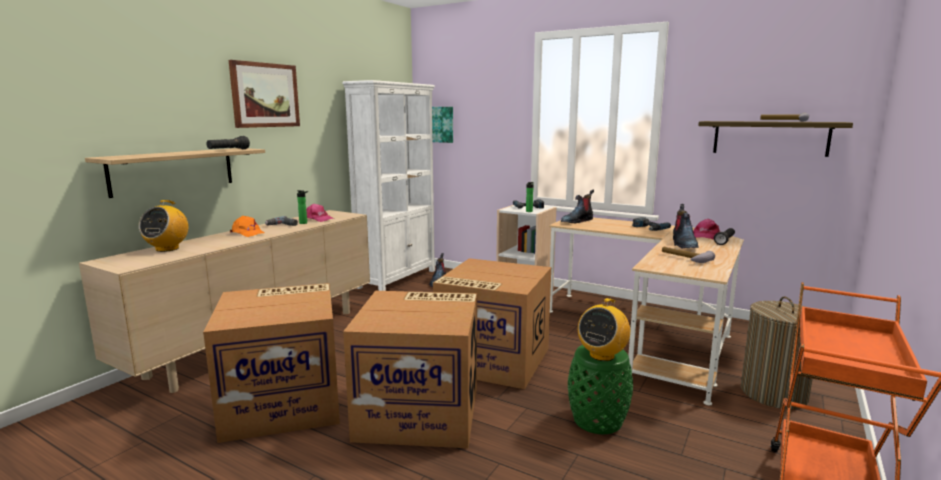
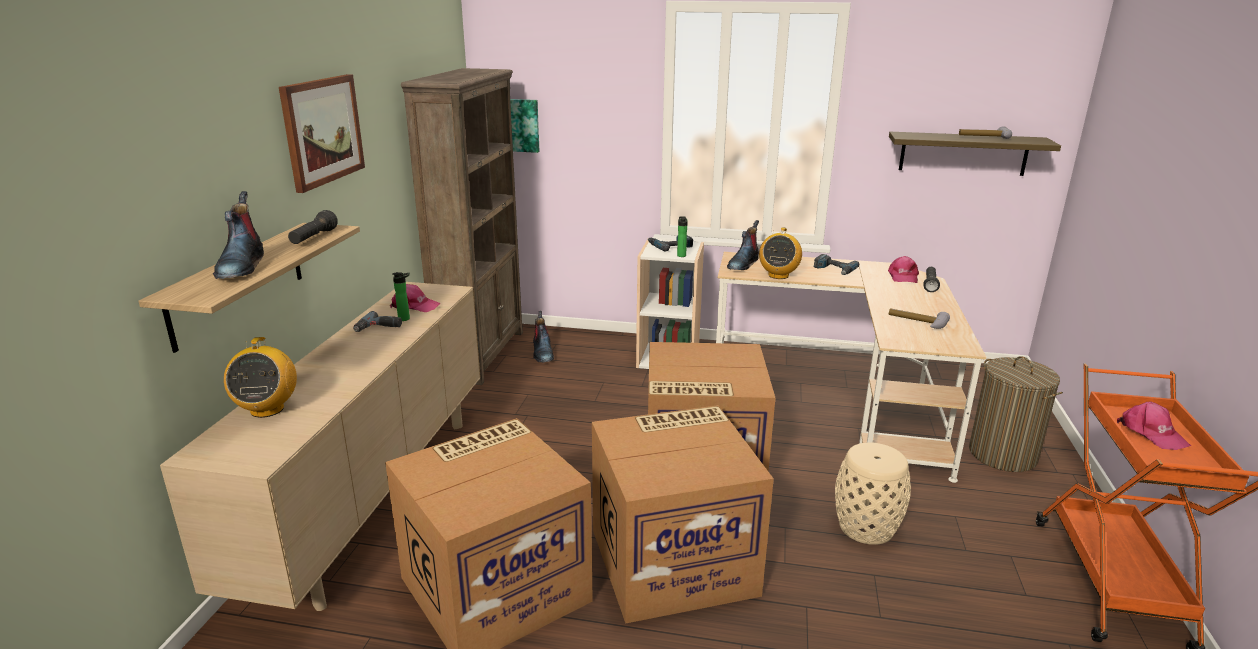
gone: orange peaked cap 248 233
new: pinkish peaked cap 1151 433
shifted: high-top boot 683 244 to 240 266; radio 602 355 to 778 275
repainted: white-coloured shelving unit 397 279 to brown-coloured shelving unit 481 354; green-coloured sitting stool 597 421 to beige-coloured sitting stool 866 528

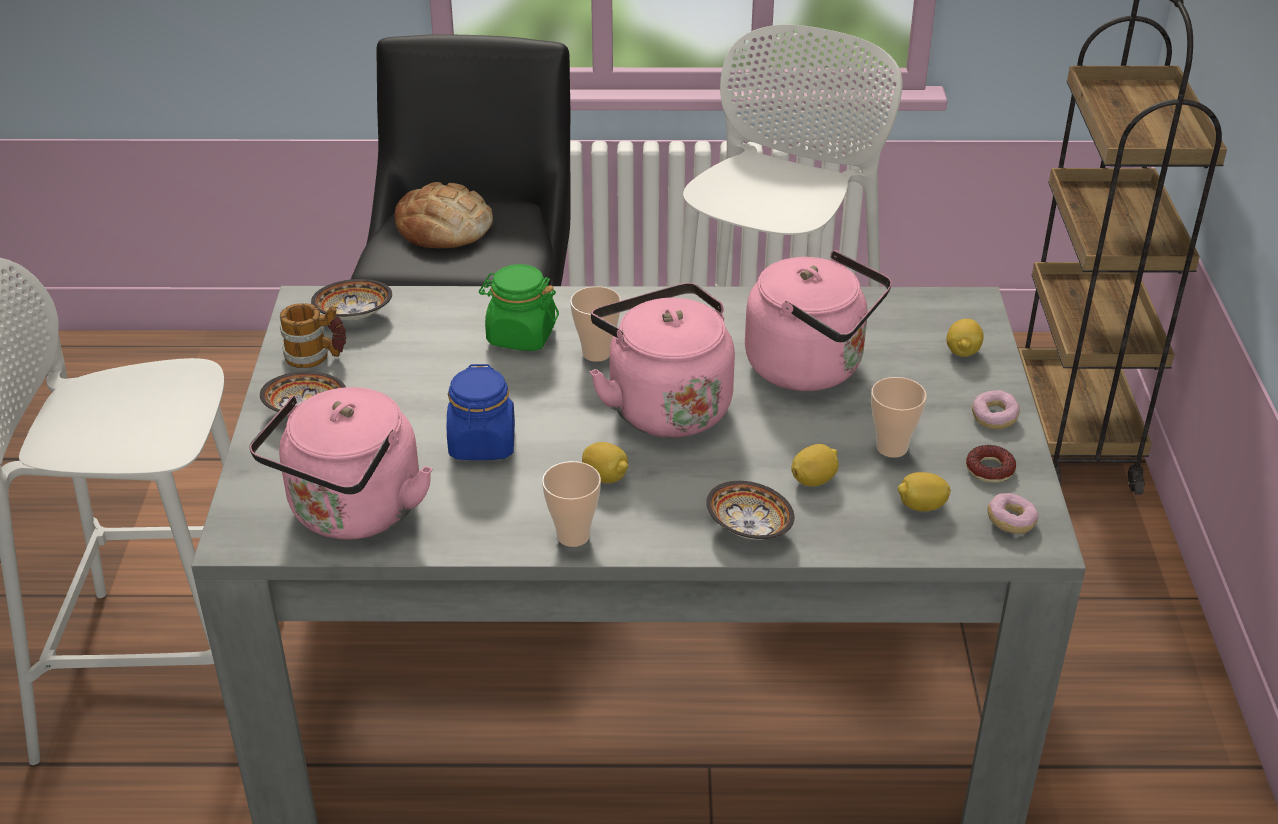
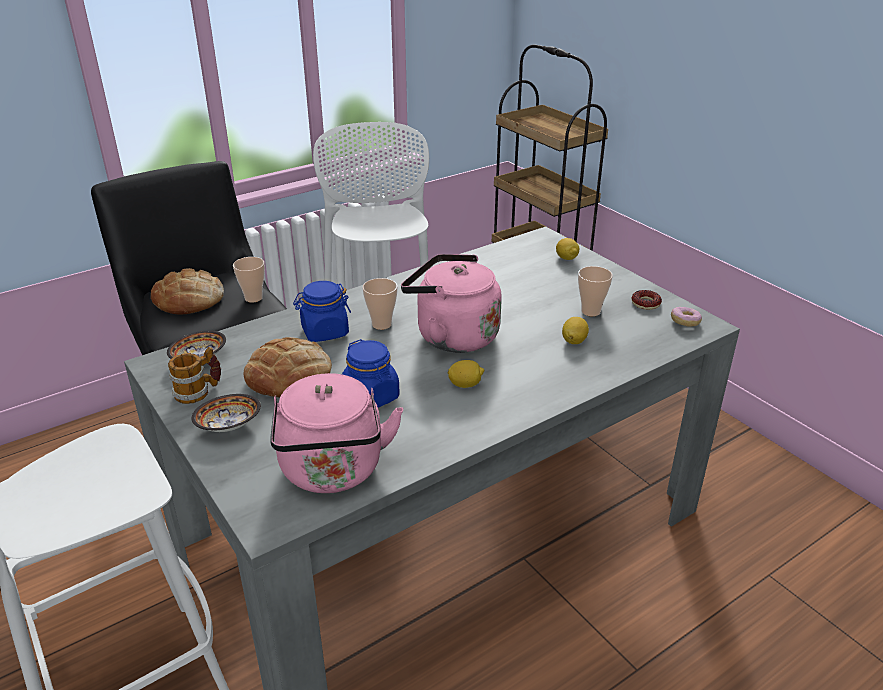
gone: deep dish 749 530; pinkish water kettle 811 367; whole lemon 921 506; doughnut 994 418
new: bakery bread 289 375
shifted: small cup 573 536 to 253 298
repainted: green-coloured preserve jar 520 335 to bluish preserve jar 324 332

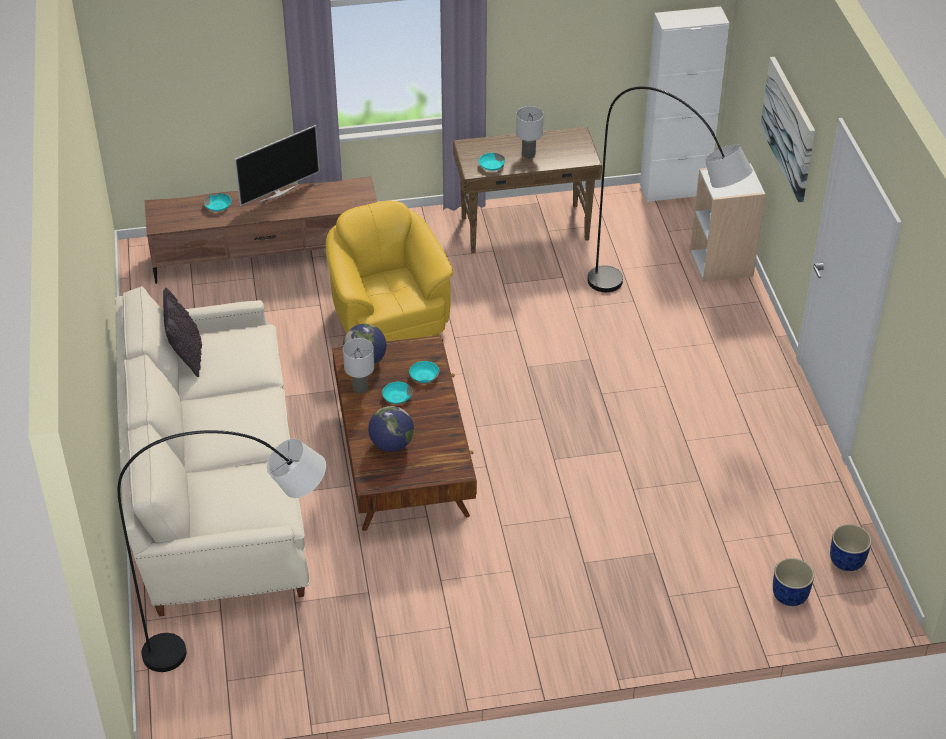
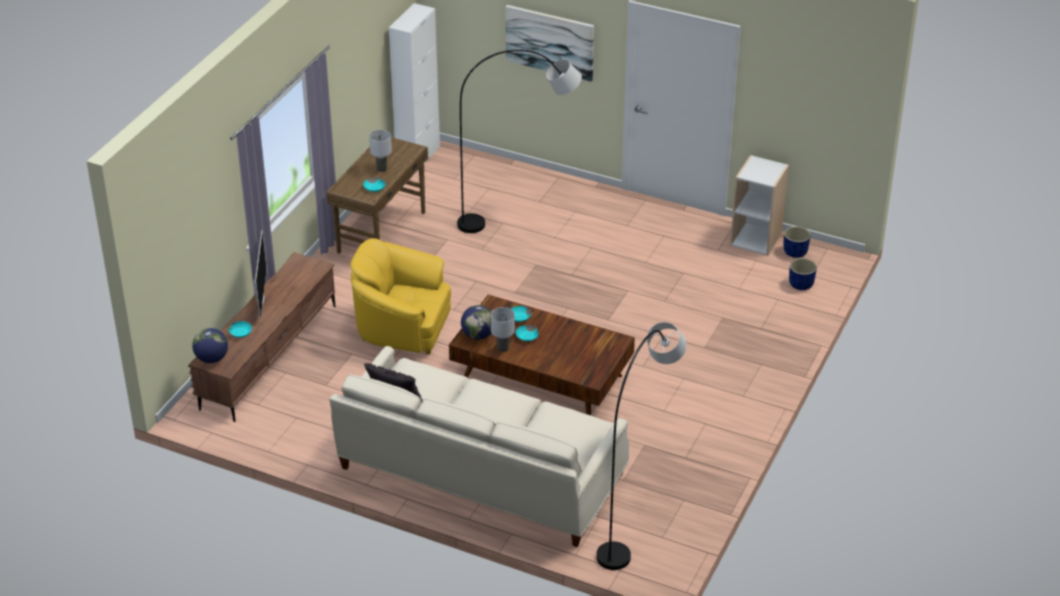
shifted: globe 391 445 to 212 359; shelving unit 721 263 to 756 239

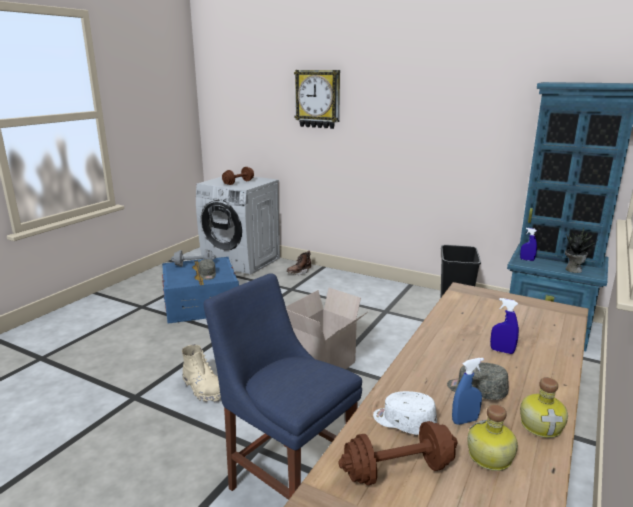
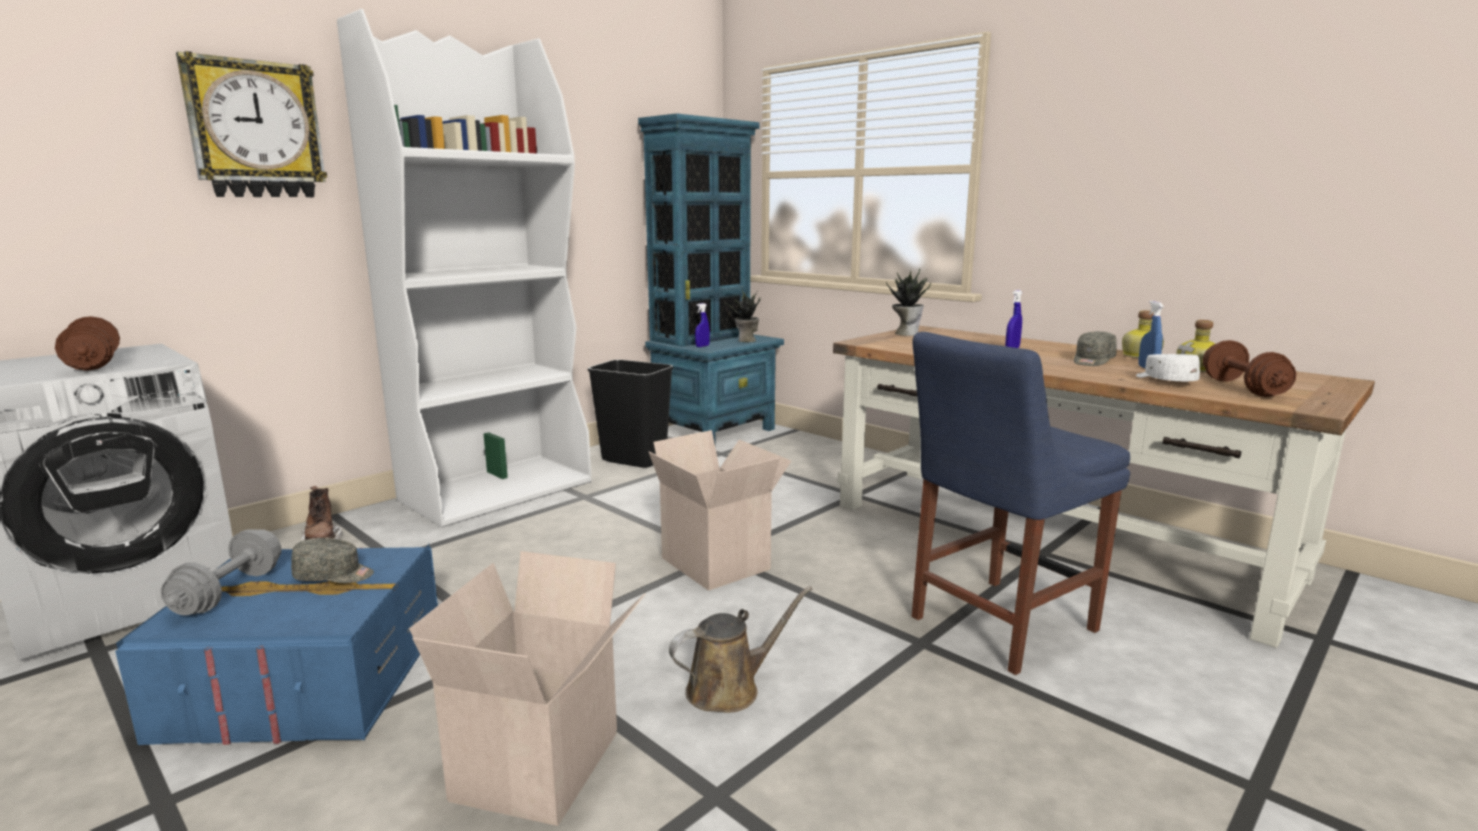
new: white-coloured shelving unit 498 490; carton 541 768; plant in a pot 906 333
swapped: beige-coloured high-top boot 204 389 to brown-coloured watering pot 729 689
rotated: white-coloured peaked cap 403 422 = 1164 381 120 degrees clockwise

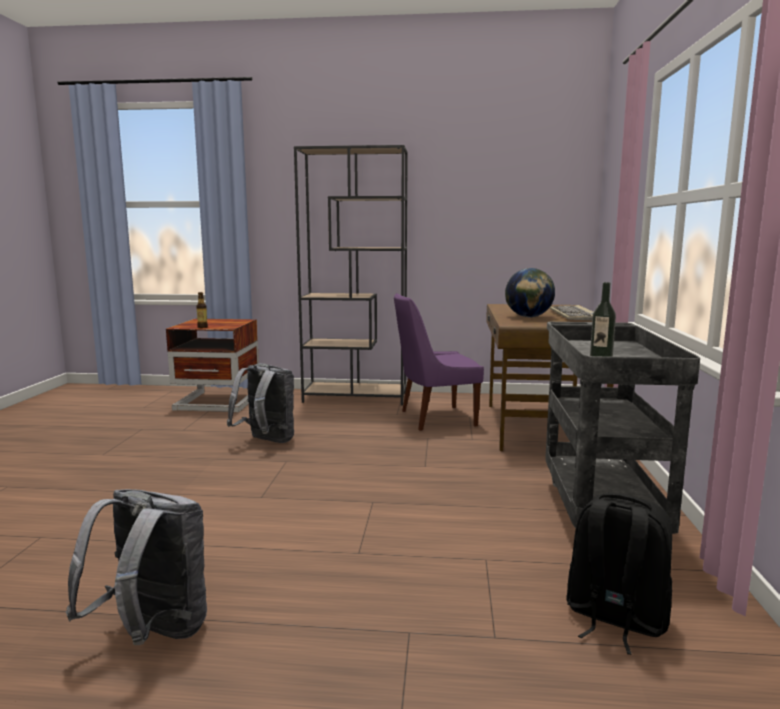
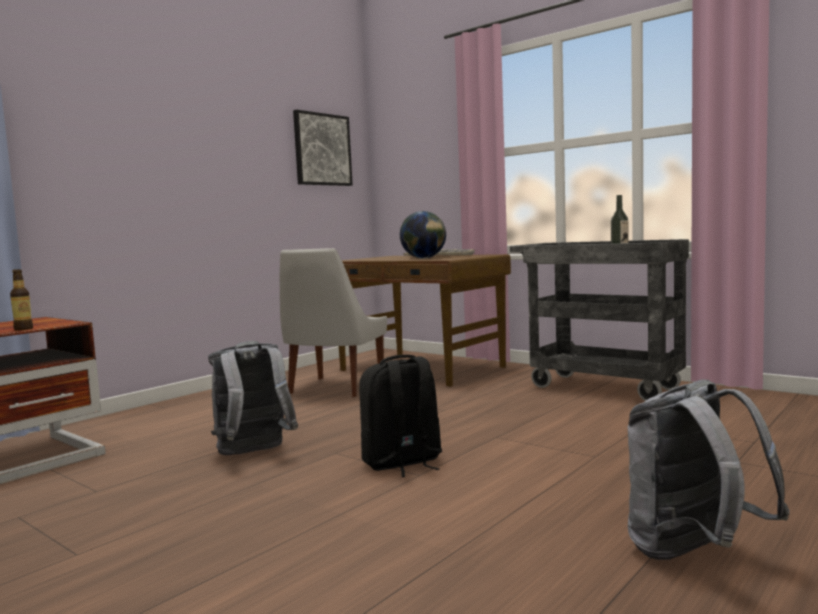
gone: shelving unit 356 397
new: wall art 322 149
shifted: black-coloured backpack 614 618 to 402 463
repainted: purple-coloured chair 434 418 to white-coloured chair 334 388

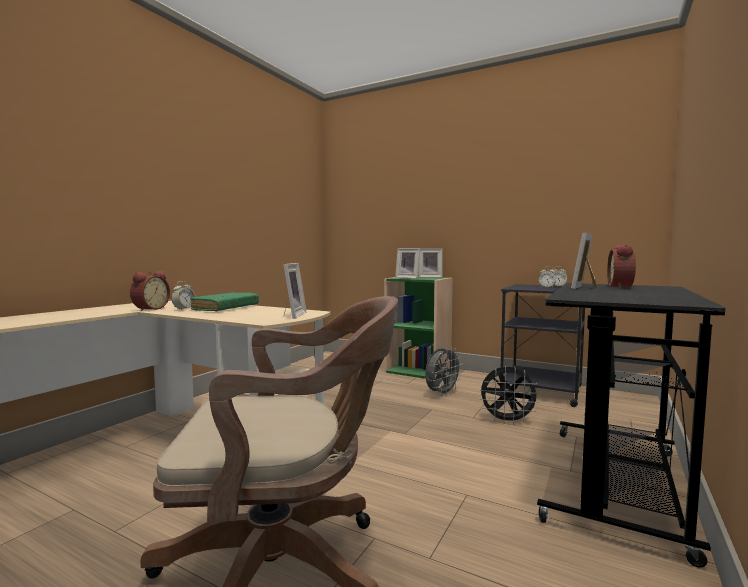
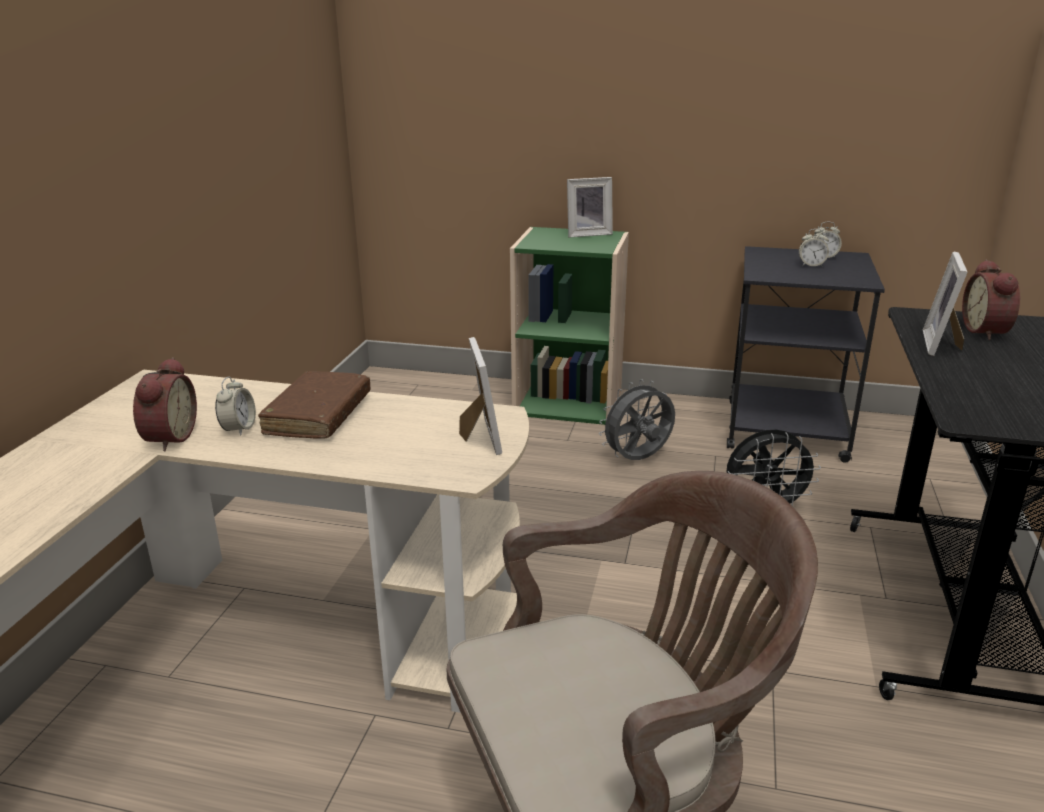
gone: picture frame 408 278
repainted: green-coloured book 226 308 to brown-coloured book 318 416
rotated: gray cooling fan 442 394 = 638 460 150 degrees counterclockwise

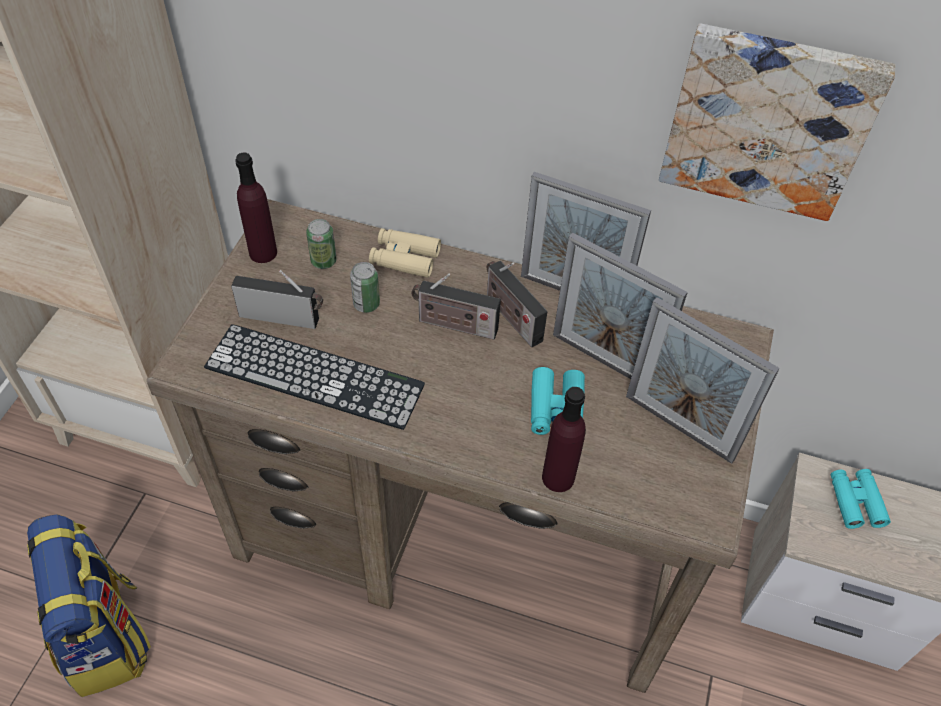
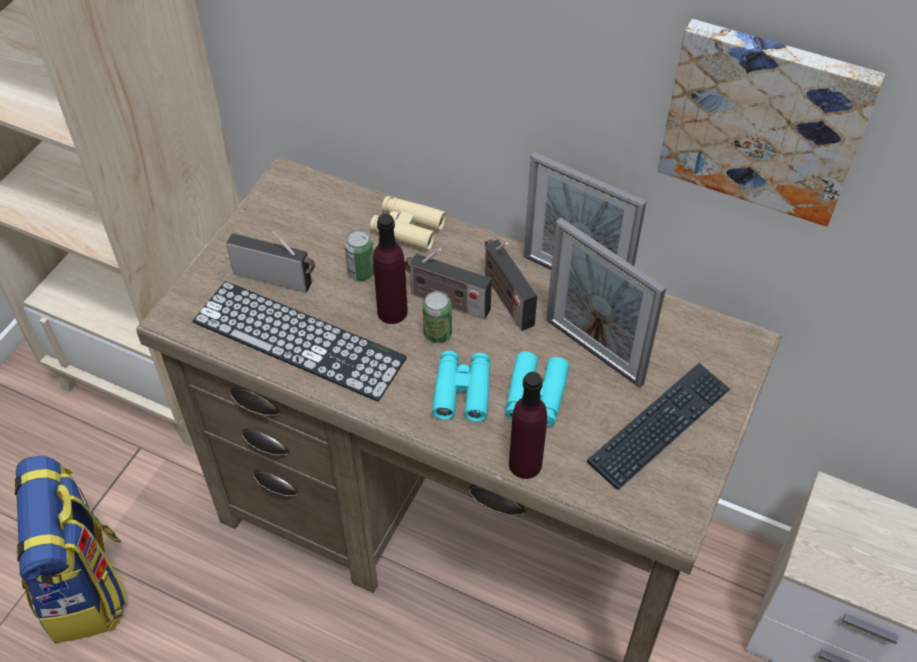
shifted: purple-coloured bottle 263 253 to 392 312; metal can 323 261 to 437 334; turquoise-coloured field glasses 855 502 to 462 391
swapped: picture frame 679 427 to PC keyboard 659 426

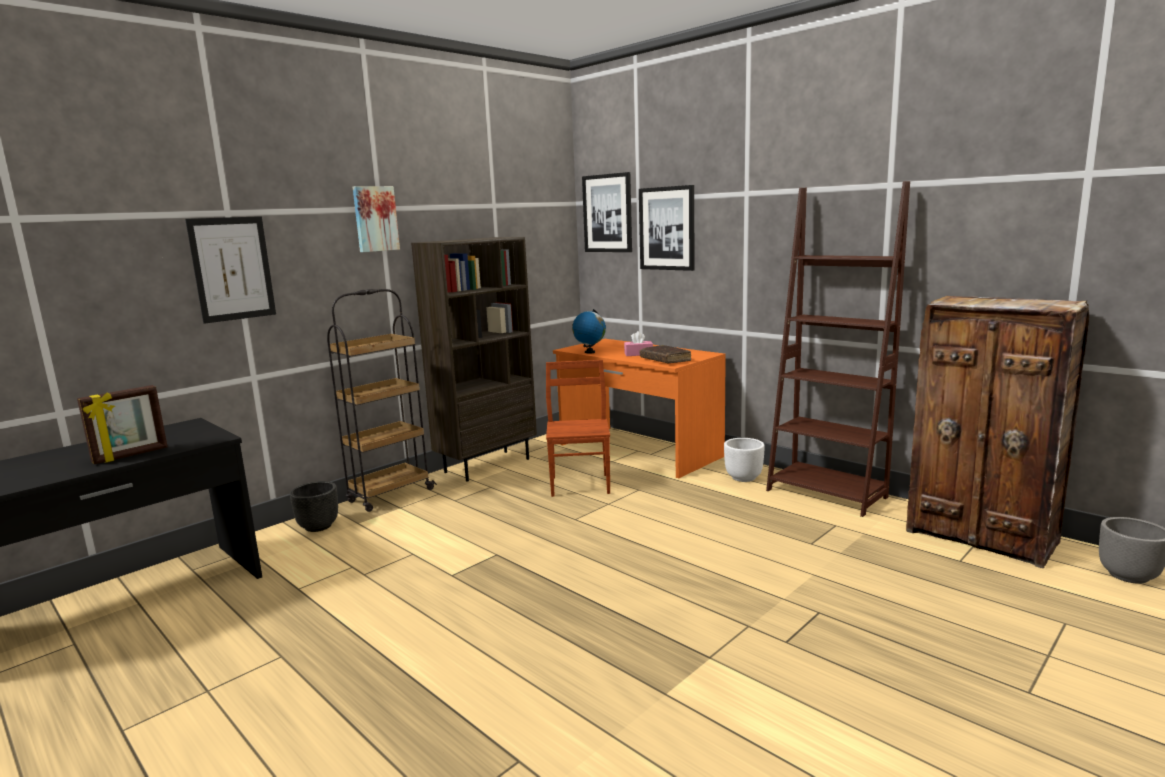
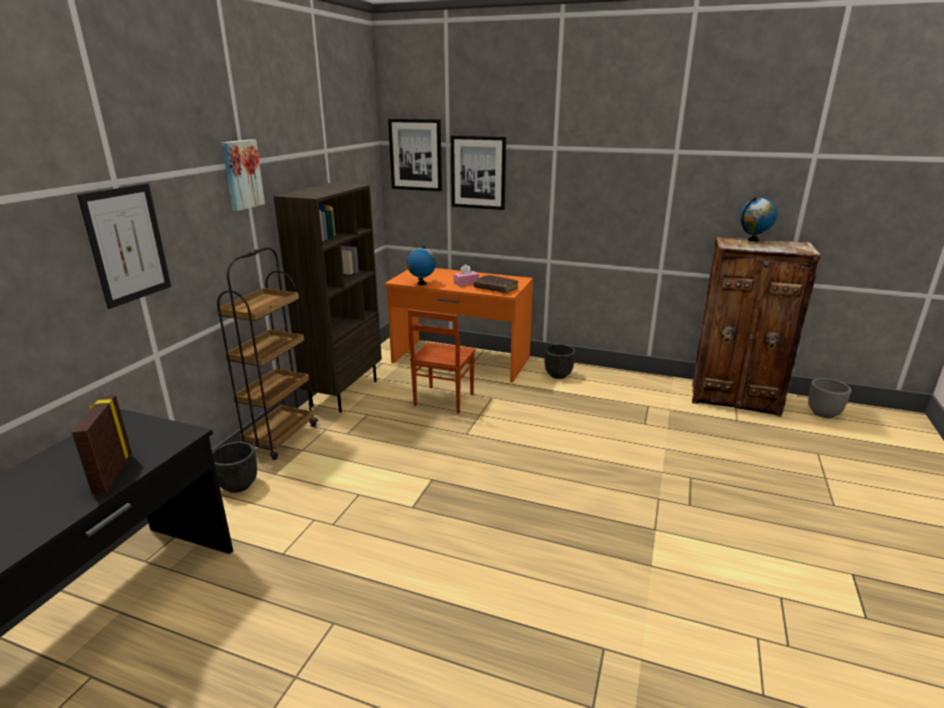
gone: brown-coloured shelving unit 826 493
new: globe 753 240
repainted: white-coloured planter 744 477 to black-coloured planter 558 374
rotated: picture frame 131 455 = 112 474 150 degrees clockwise; brown-coloured chair 581 484 = 442 400 135 degrees counterclockwise

